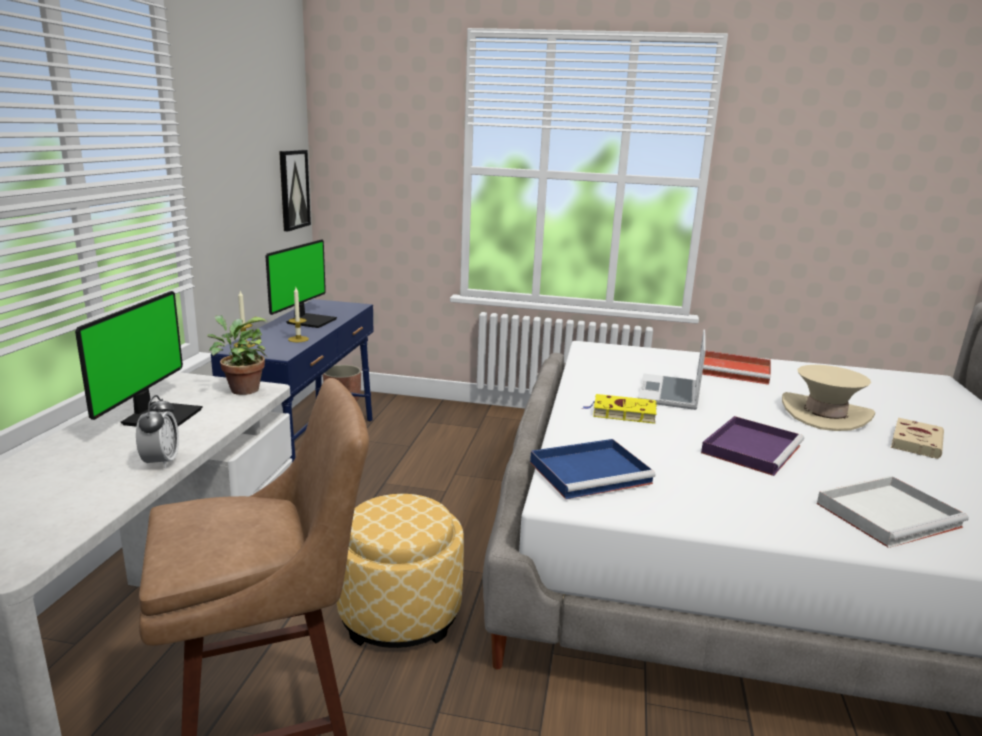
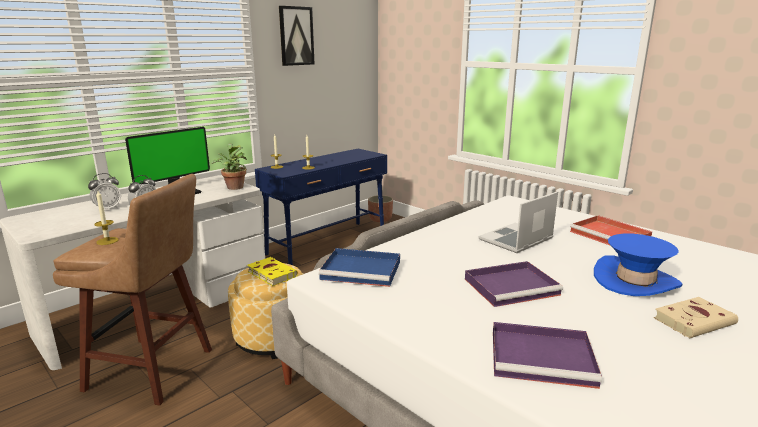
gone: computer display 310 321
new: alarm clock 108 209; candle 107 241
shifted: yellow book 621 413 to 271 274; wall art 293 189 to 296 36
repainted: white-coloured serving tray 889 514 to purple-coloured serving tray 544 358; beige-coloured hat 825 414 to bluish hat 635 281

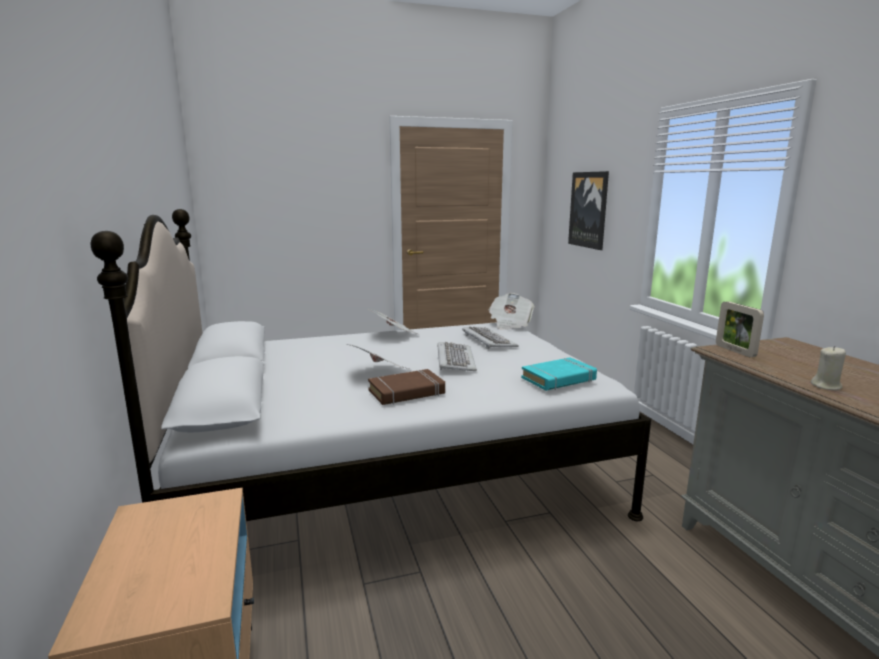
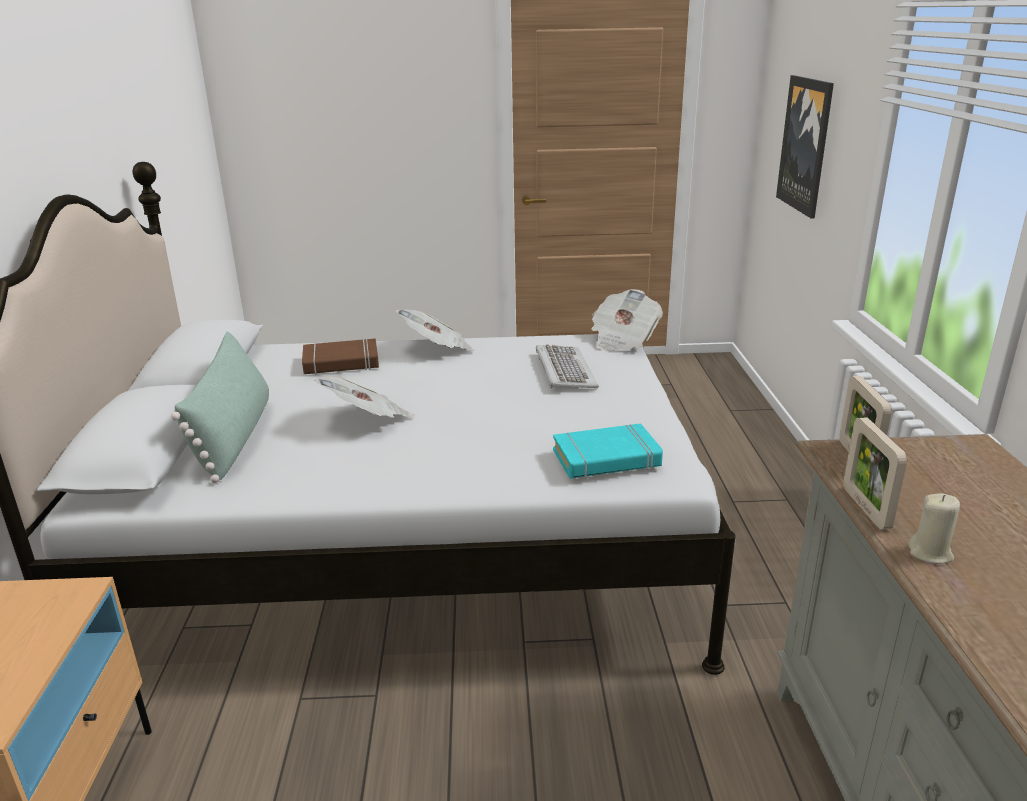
gone: PC keyboard 454 360
new: green-coloured pillow 234 436; picture frame 865 508
shifted: brown-coloured book 407 392 to 341 363

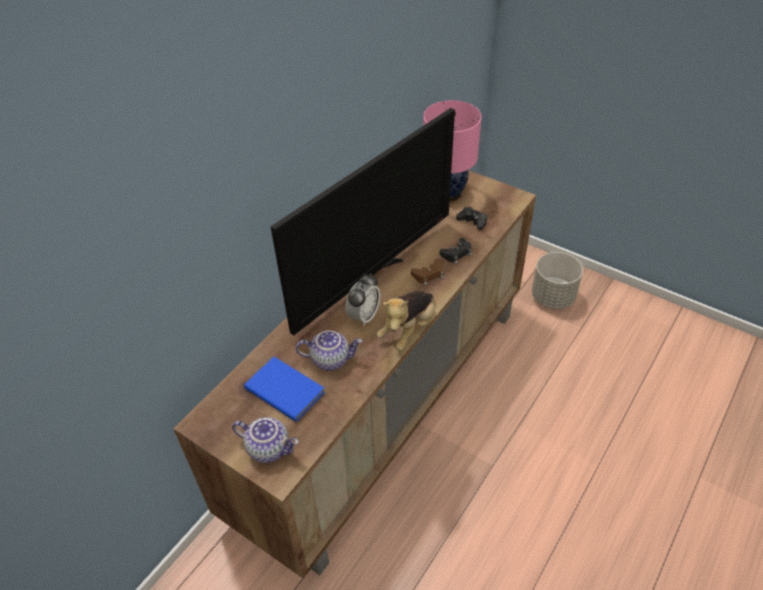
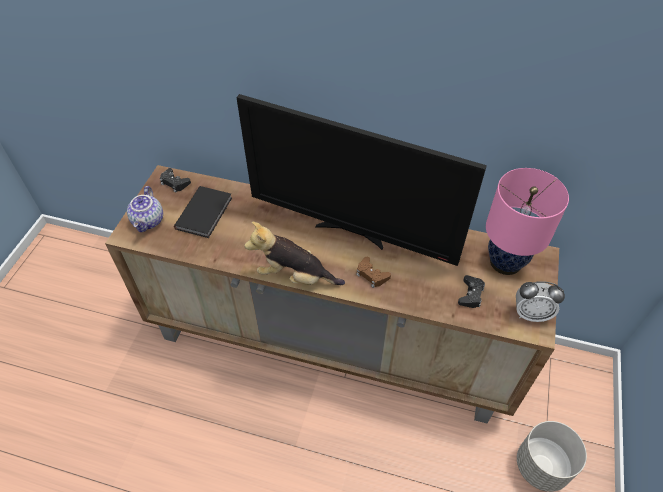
gone: teapot 331 359
shifted: black-coloured gamepad 456 253 to 175 183; alarm clock 364 316 to 531 314
repainted: bluish book 285 389 to black-coloured book 206 213

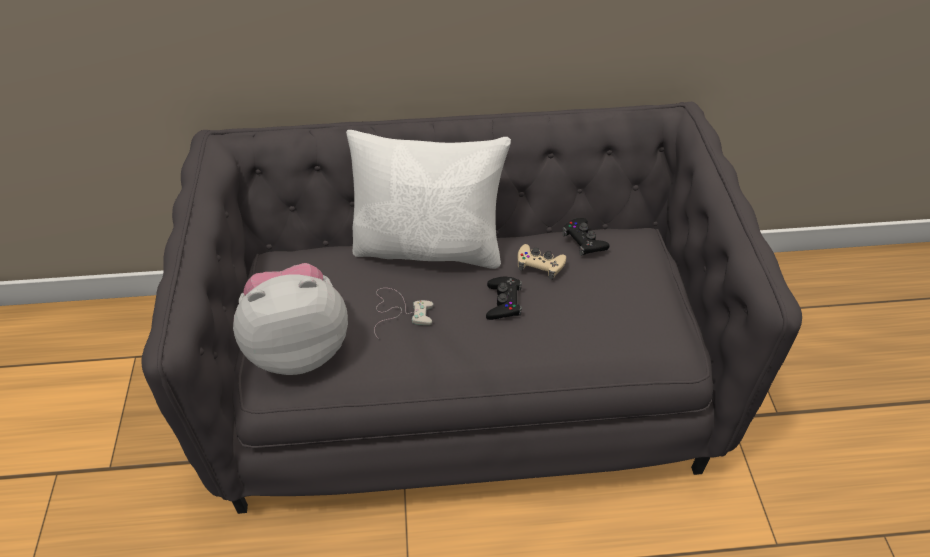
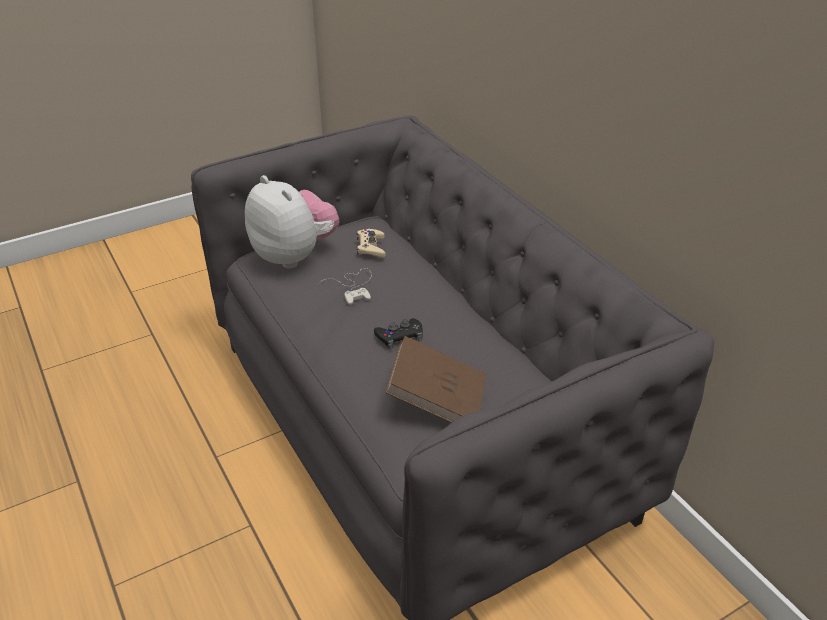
gone: white-coloured pillow 429 247; black-coloured gamepad 584 241
new: brown-coloured book 437 400
shifted: beige-coloured gamepad 540 264 to 370 247

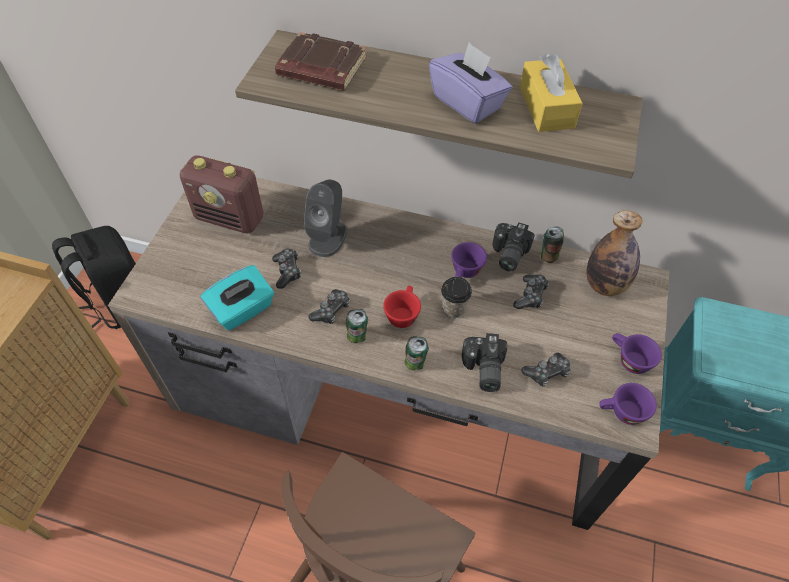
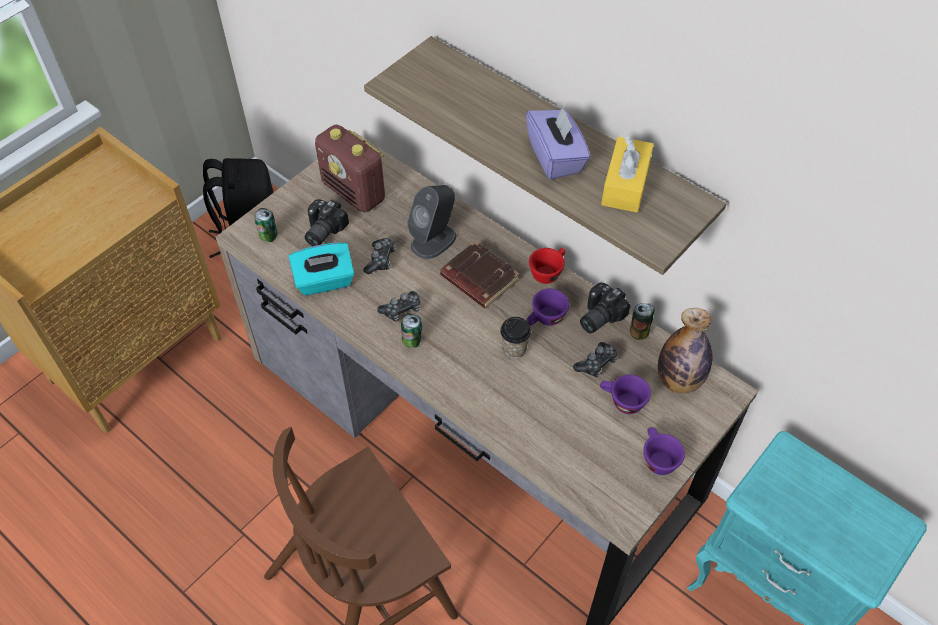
gone: gamepad 546 373
shifted: metal can 415 364 to 268 237; photo camera 482 370 to 321 231; brown-coloured book 320 69 to 478 279; red small cup 402 313 to 548 271; purple-coloured small cup 621 412 to 622 401

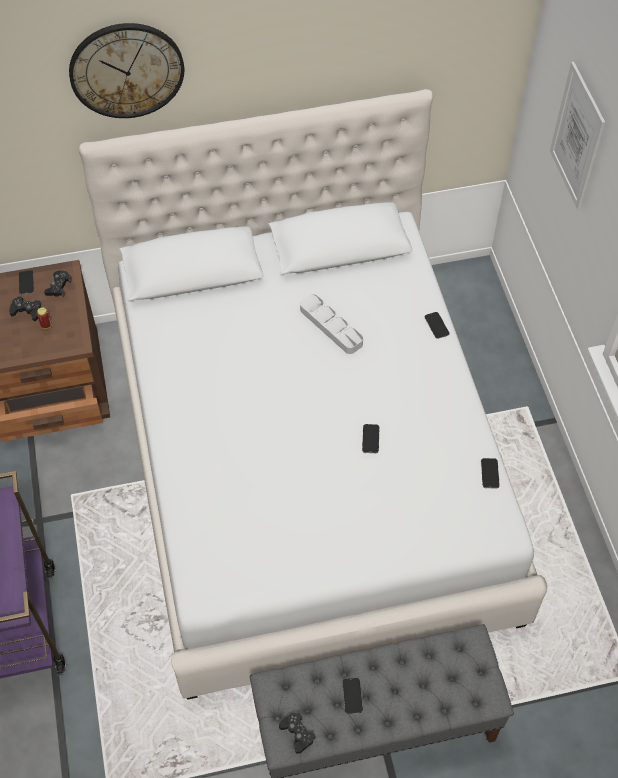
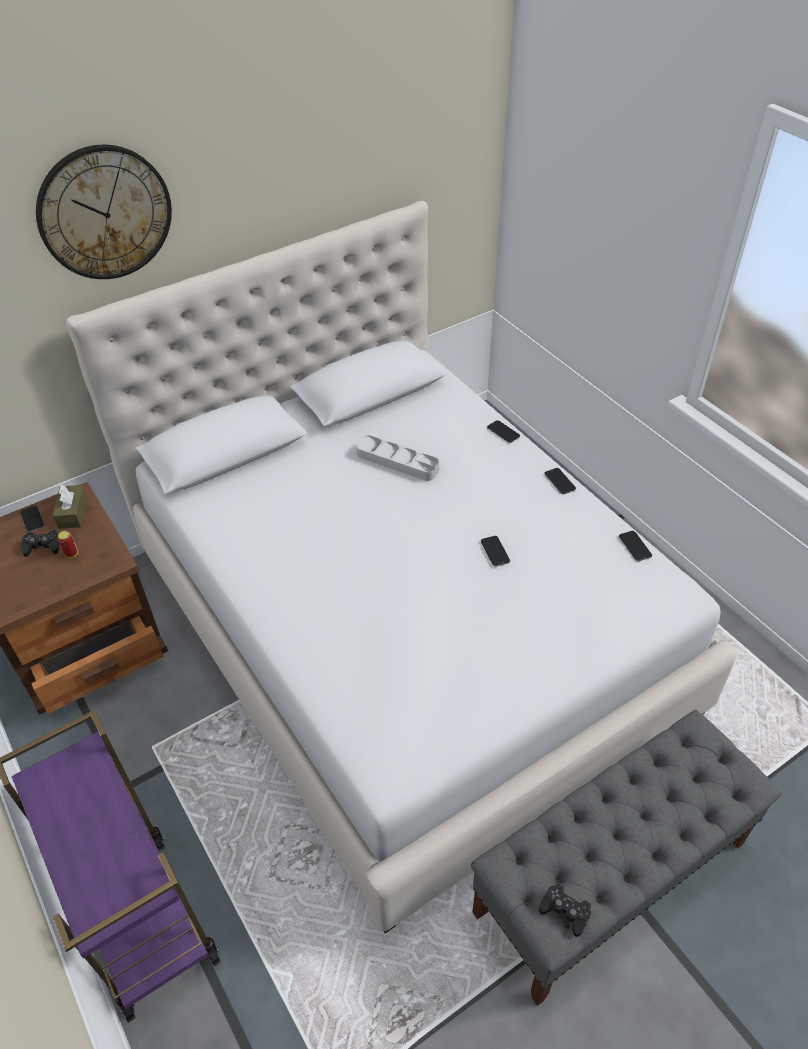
gone: wall art 577 137
shifted: telephone 352 696 to 559 481
swapped: black-coloured gamepad 58 287 to brown-coloured tissue holder 73 513

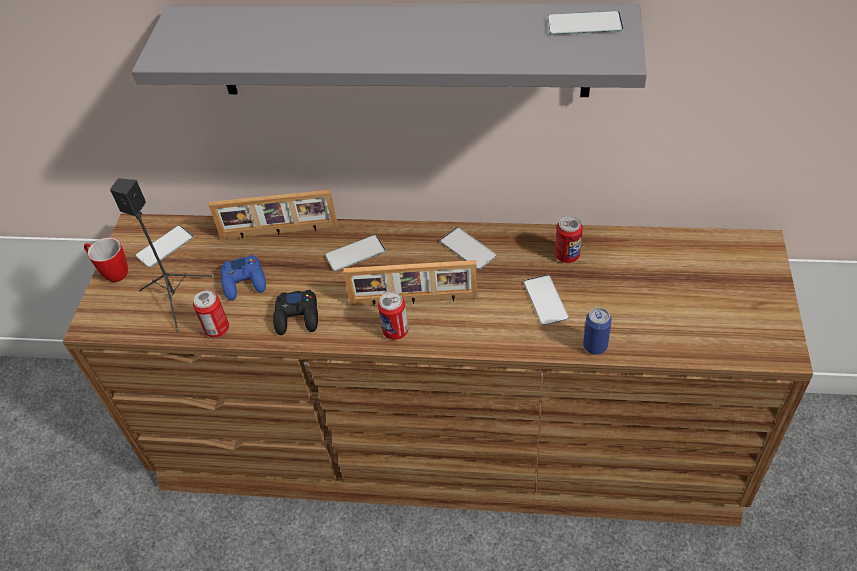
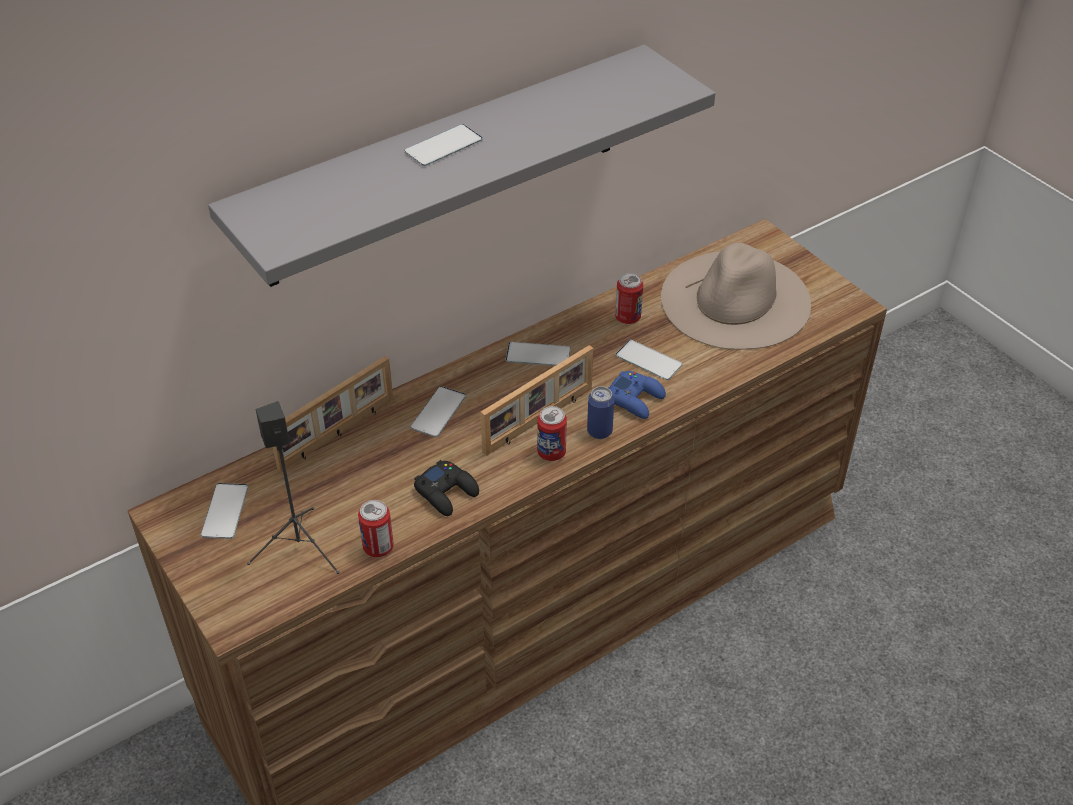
gone: mug 112 272
new: beige-coloured hat 736 300
shifted: telephone 584 24 to 443 146; metal can 595 346 to 599 431; bluish gamepad 244 282 to 635 399

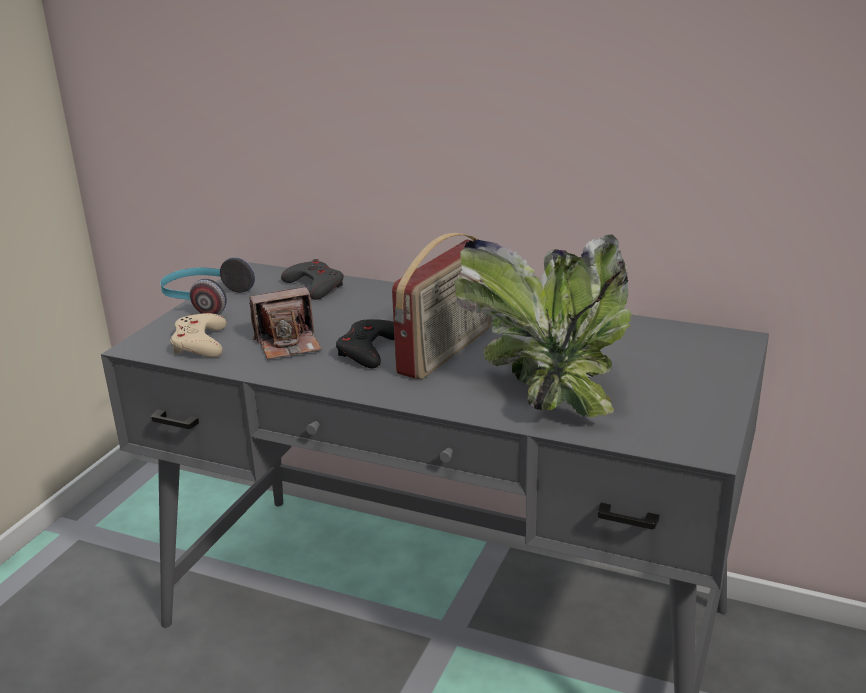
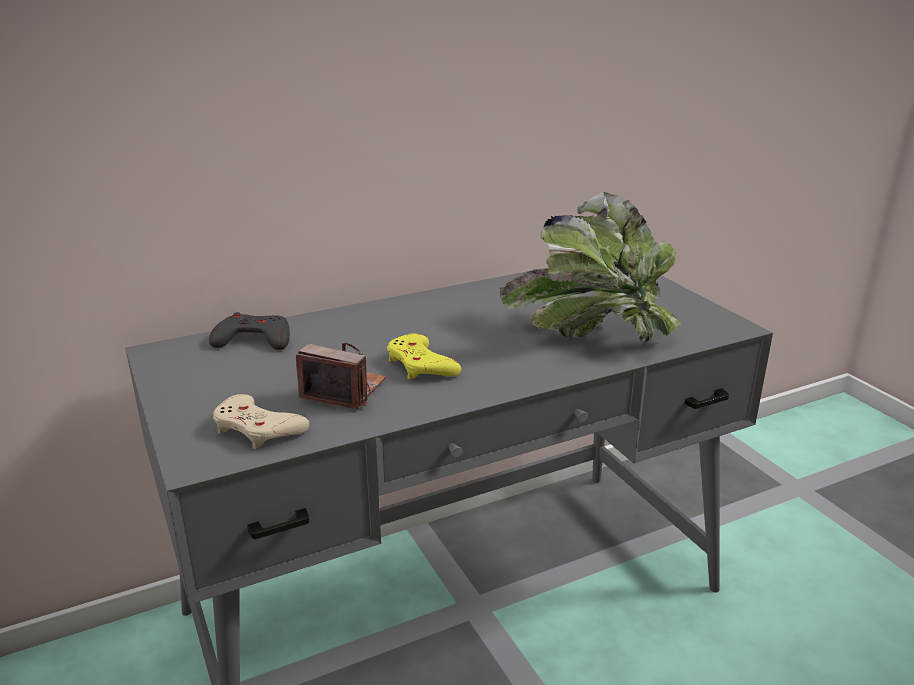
gone: headphones 205 301; radio 447 351
repainted: black-coloured gamepad 369 350 to yellow gamepad 421 365
rotated: photo camera 288 344 = 344 390 90 degrees counterclockwise

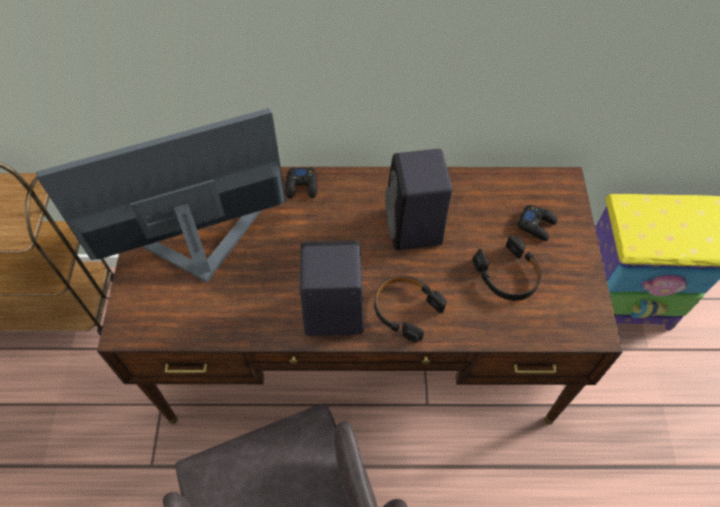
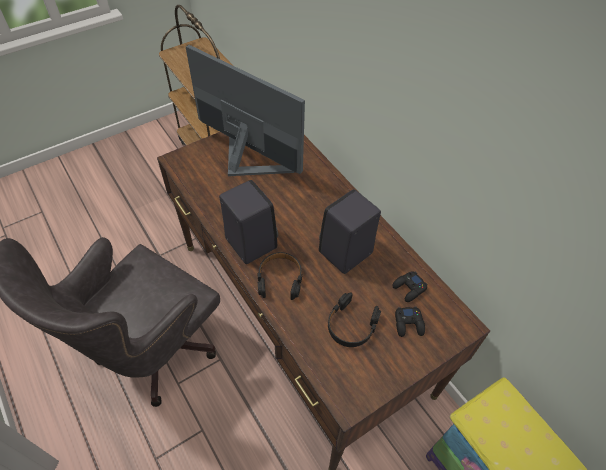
shifted: black-coloured gamepad 302 186 to 409 288

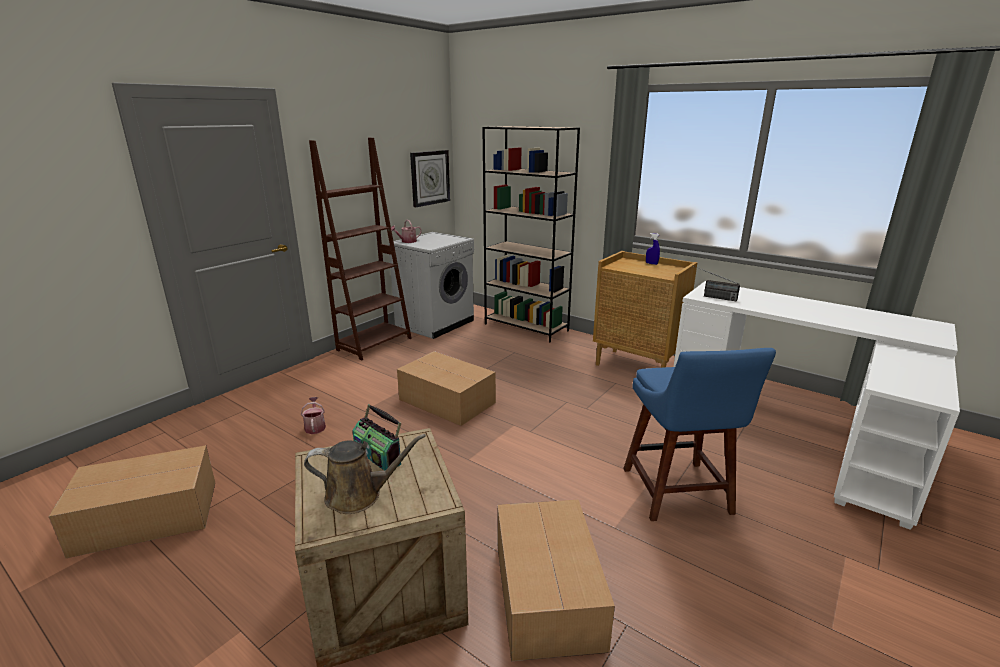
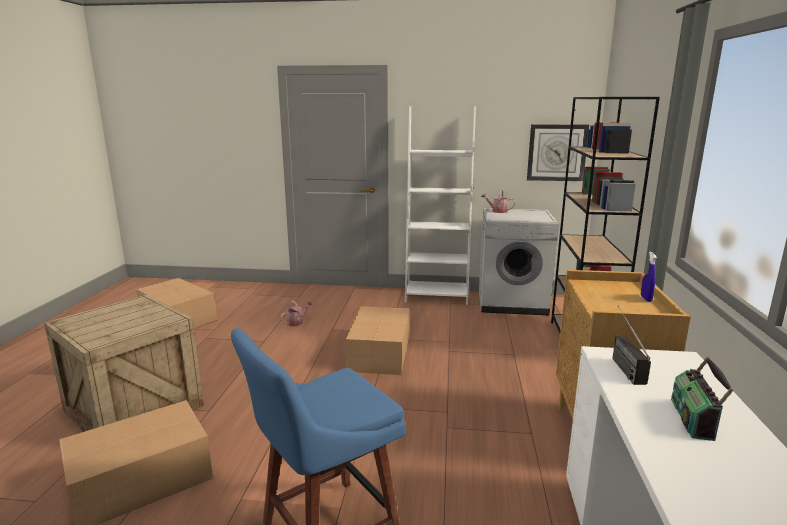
gone: brown-coloured watering pot 359 495
shifted: radio 378 456 to 694 419
repainted: brown-coloured shelving unit 374 344 to white-coloured shelving unit 436 296

